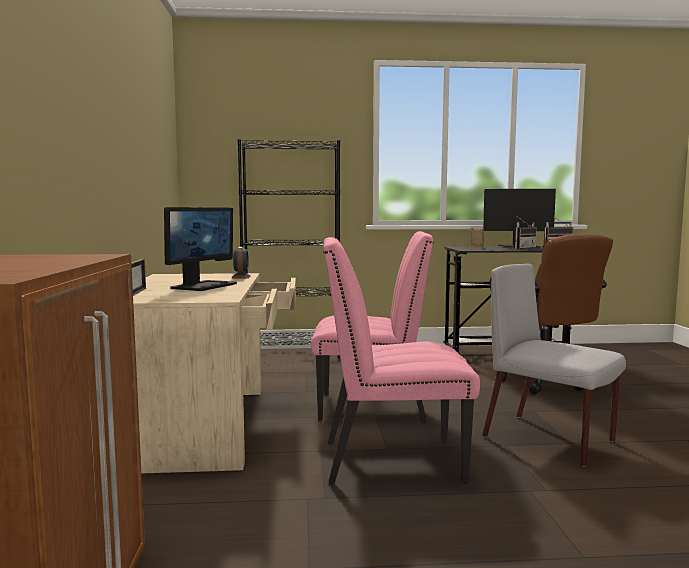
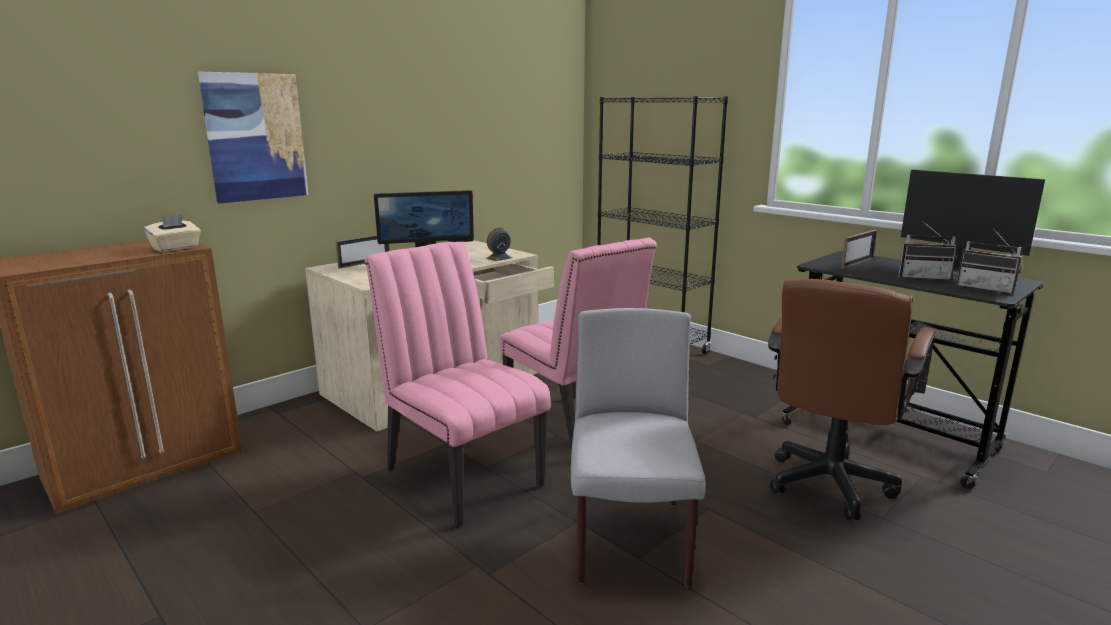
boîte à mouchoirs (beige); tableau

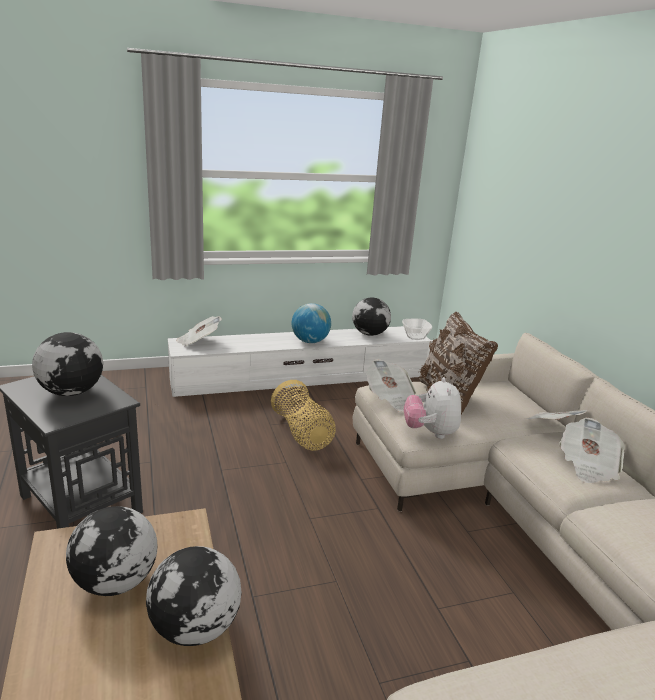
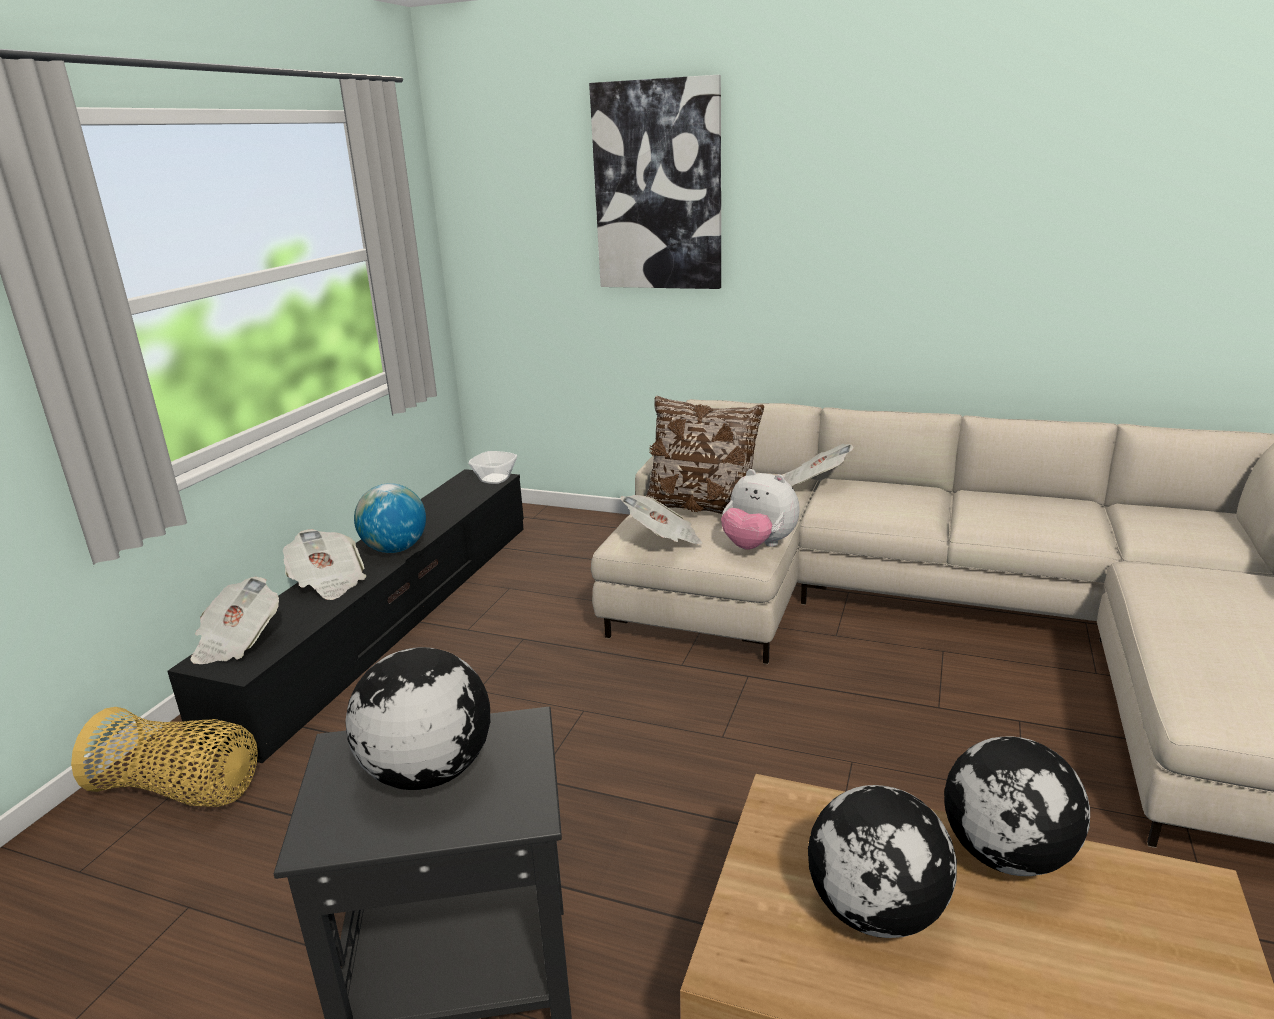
meuble télé (noir); panier; globe (no. 5 from left in the first image); journal (no. 2 from left); tableau

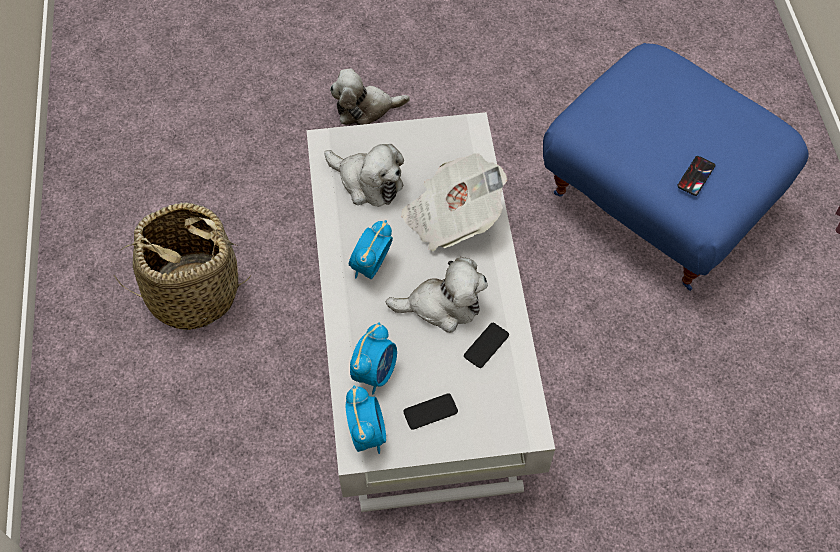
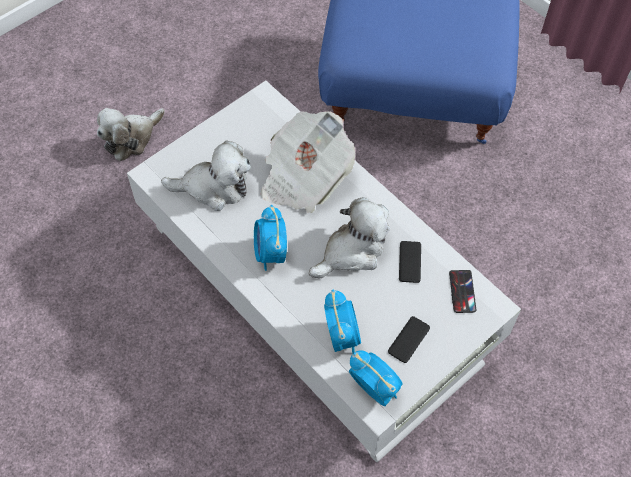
panier; téléphone (no. 3 from left)

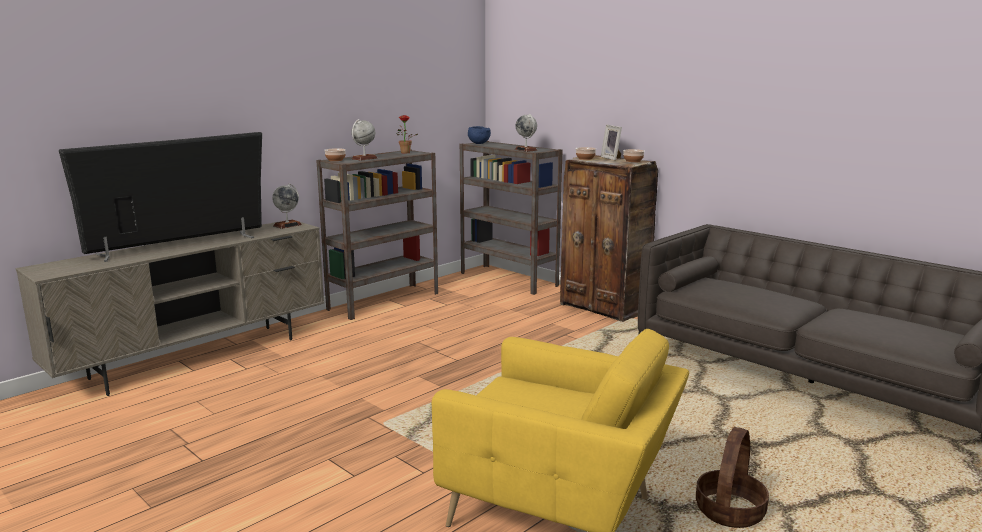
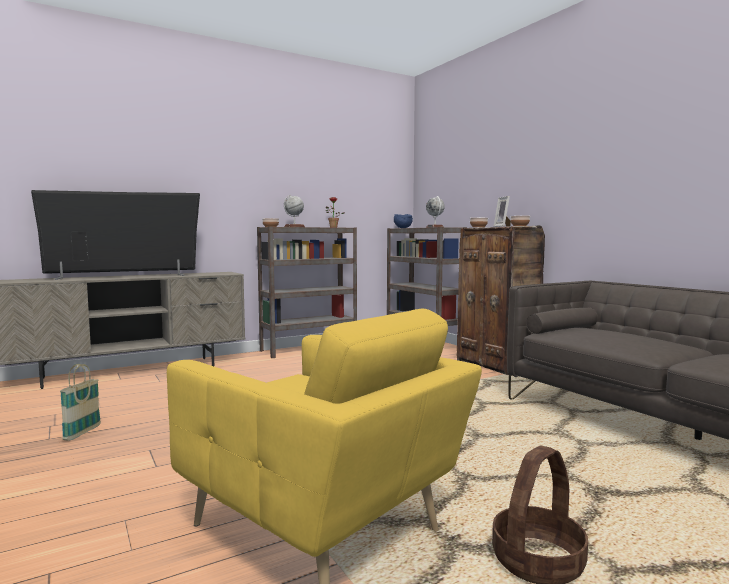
globe (no. 1 from left in the first image); panier (no. 1 from left)

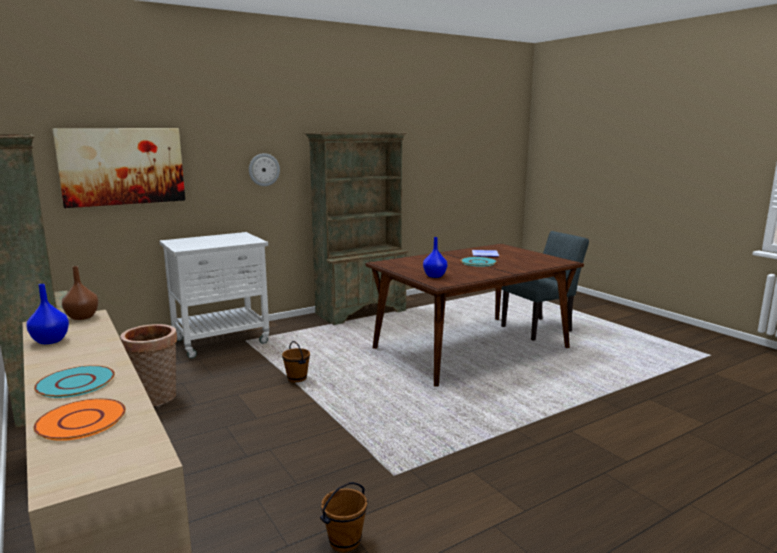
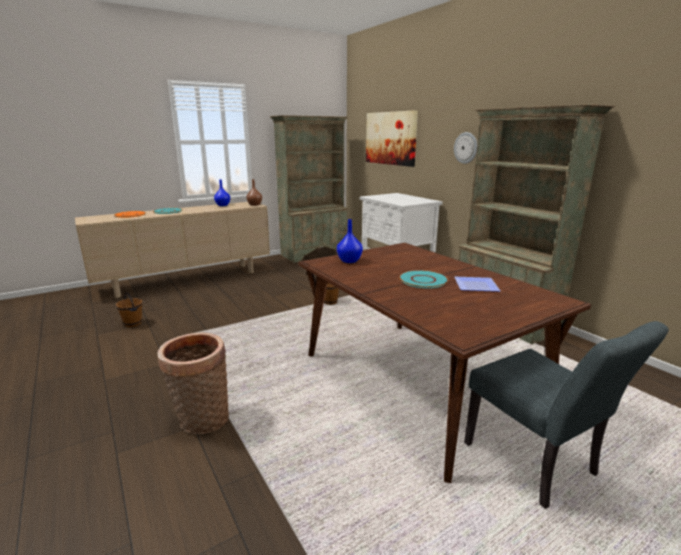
panier

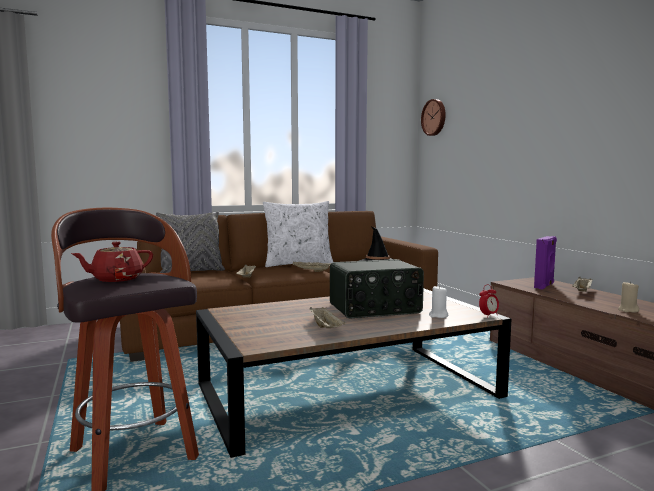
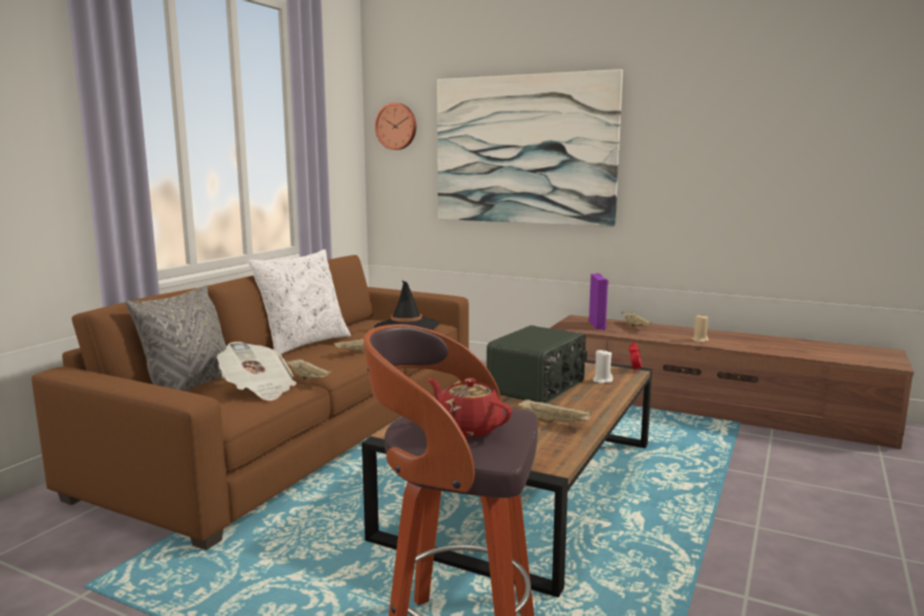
théière (rouge); journal; tableau

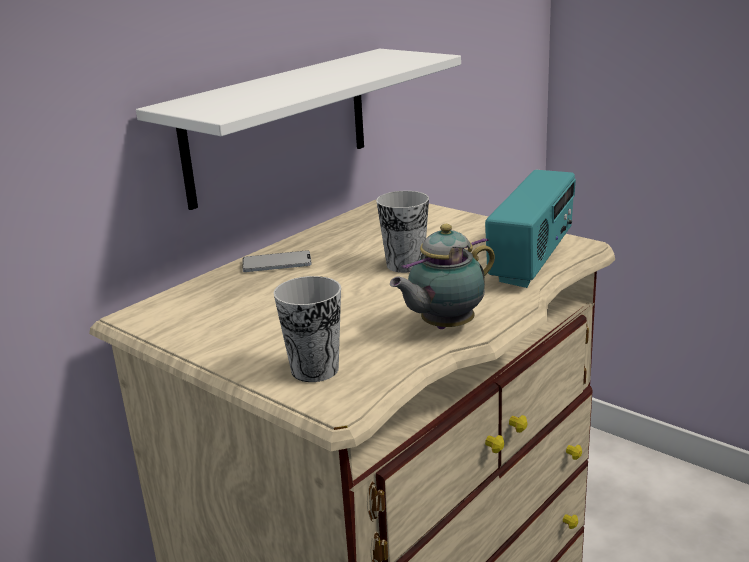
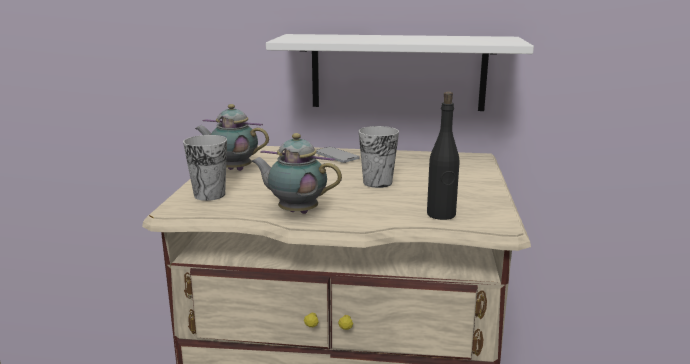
bouteille (noir); théière (no. 1 from left)

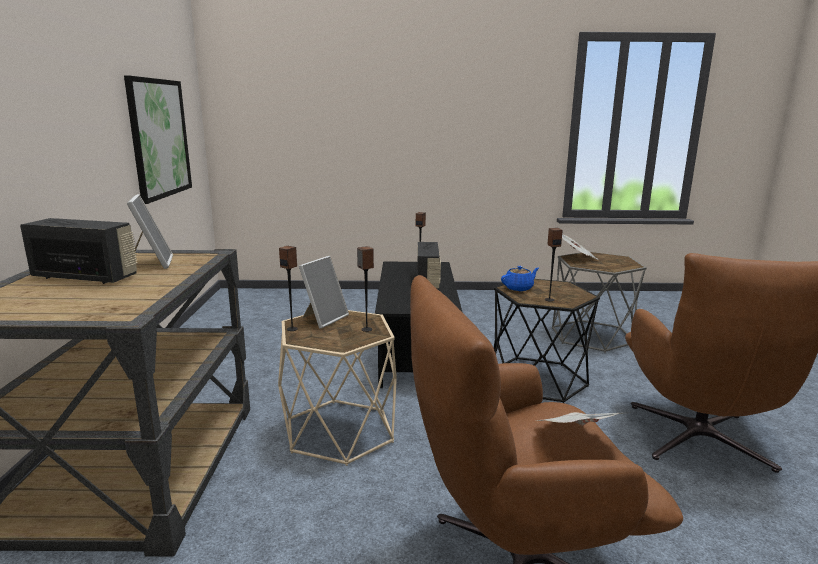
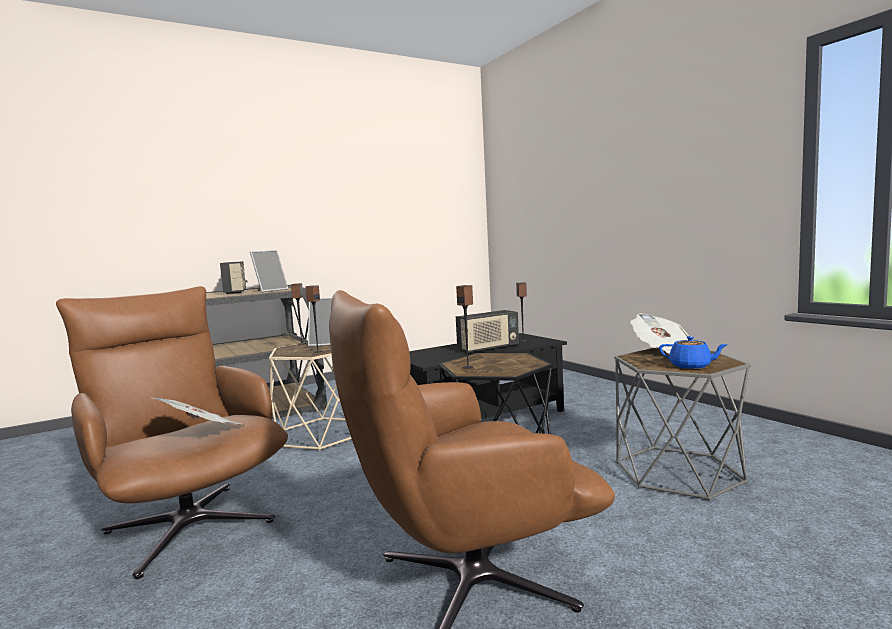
tableau; théière (bleu)

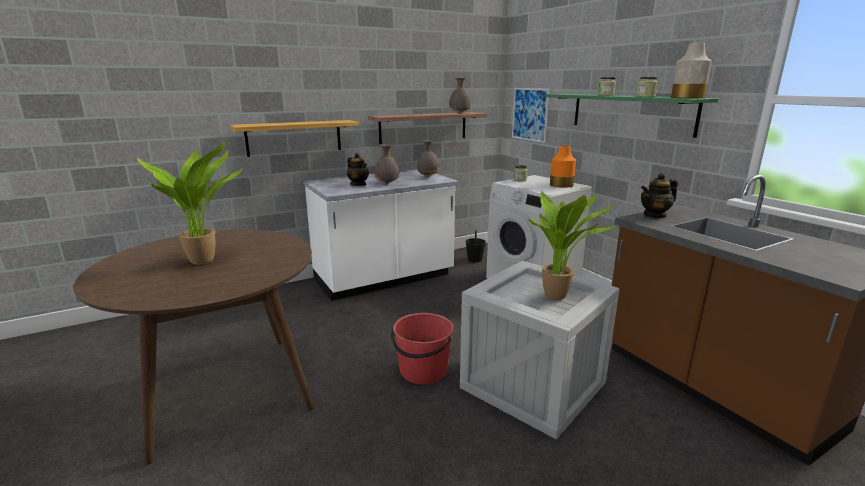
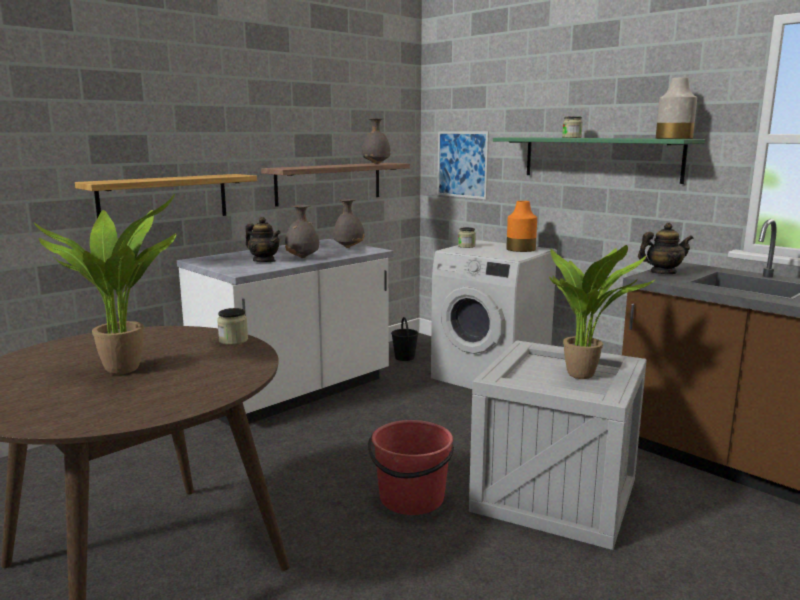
bocal (no. 1 from left); théière (no. 2 from left)

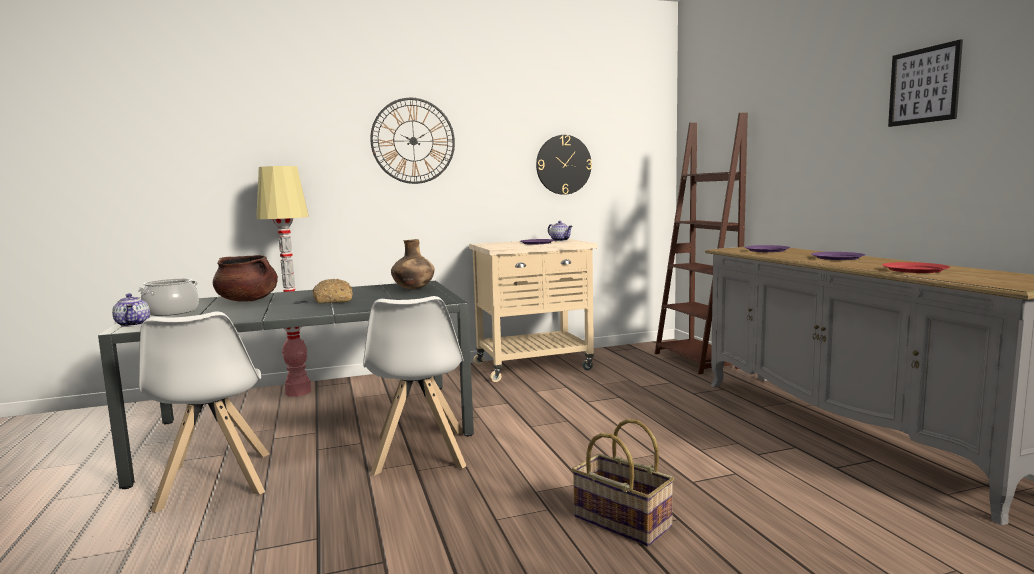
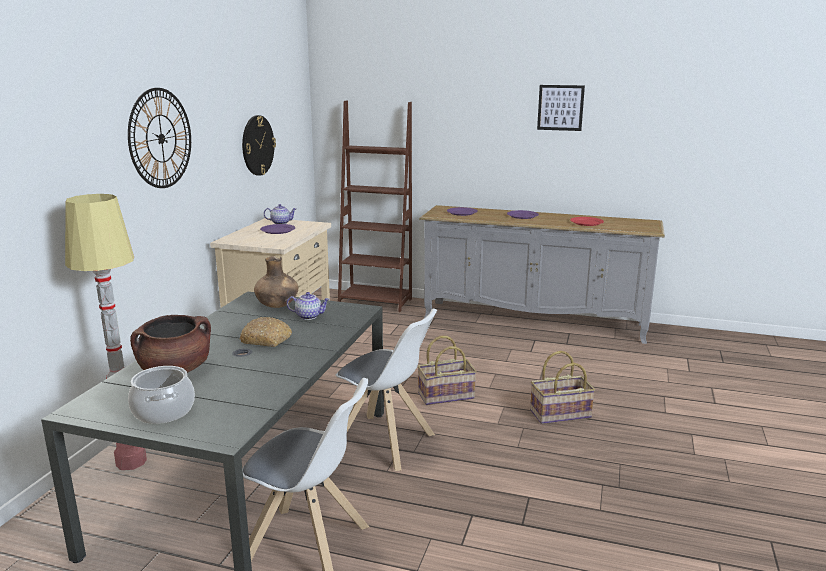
théière (no. 2 from left); panier (no. 1 from left)

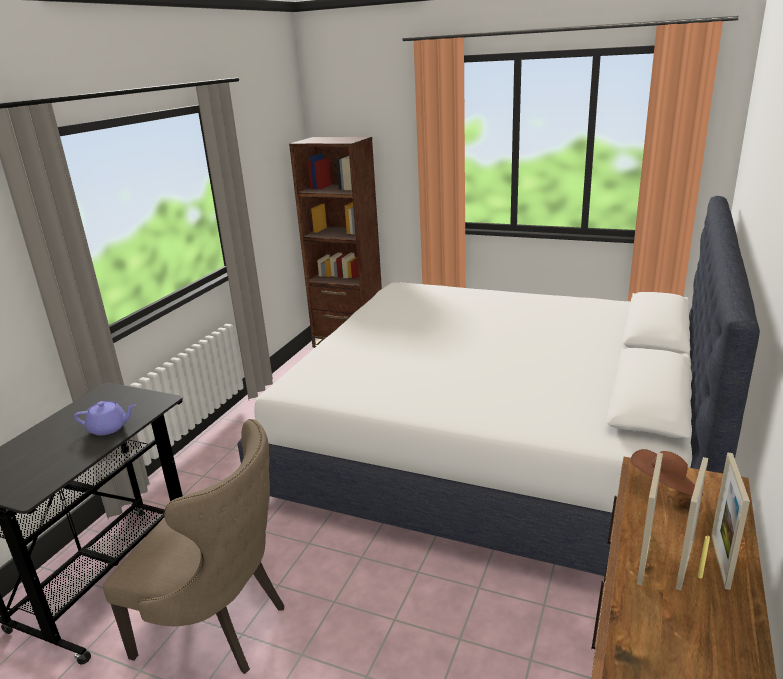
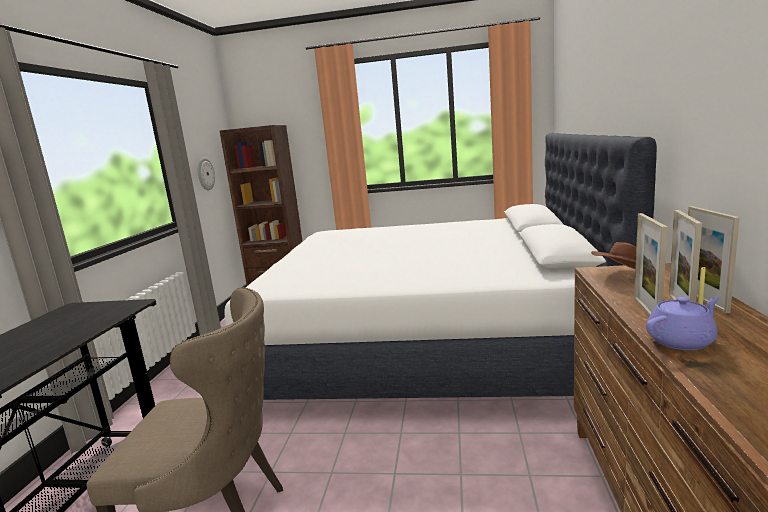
théière (violet); horloge murale

